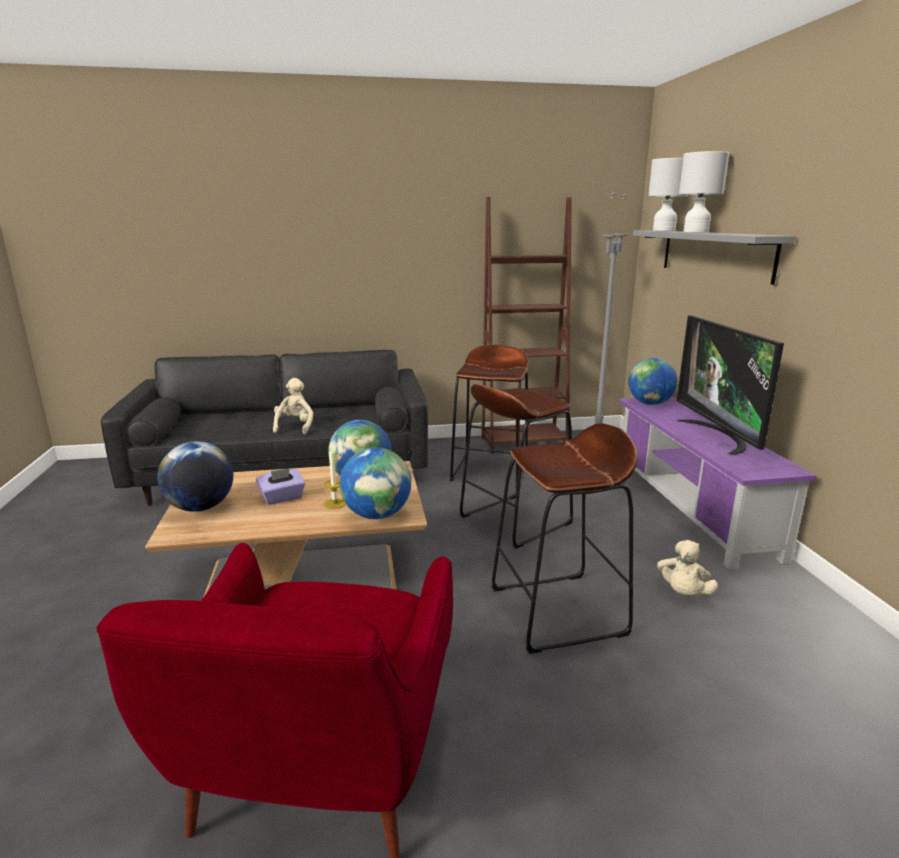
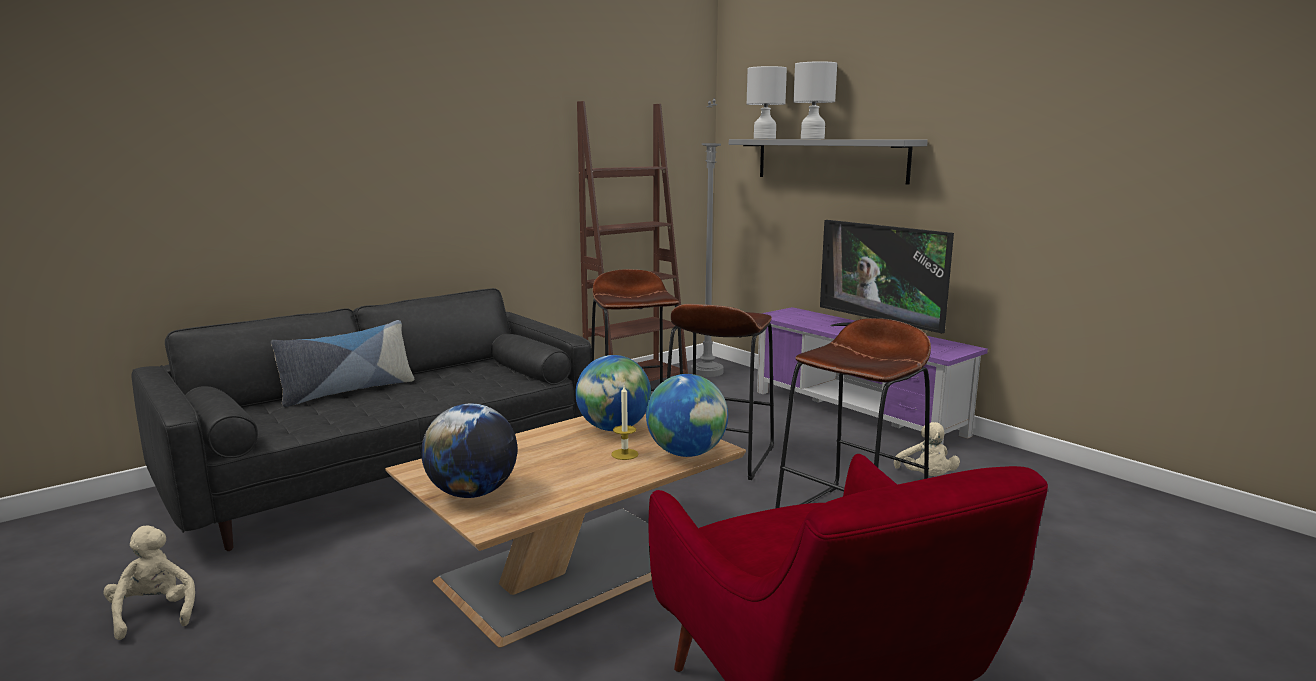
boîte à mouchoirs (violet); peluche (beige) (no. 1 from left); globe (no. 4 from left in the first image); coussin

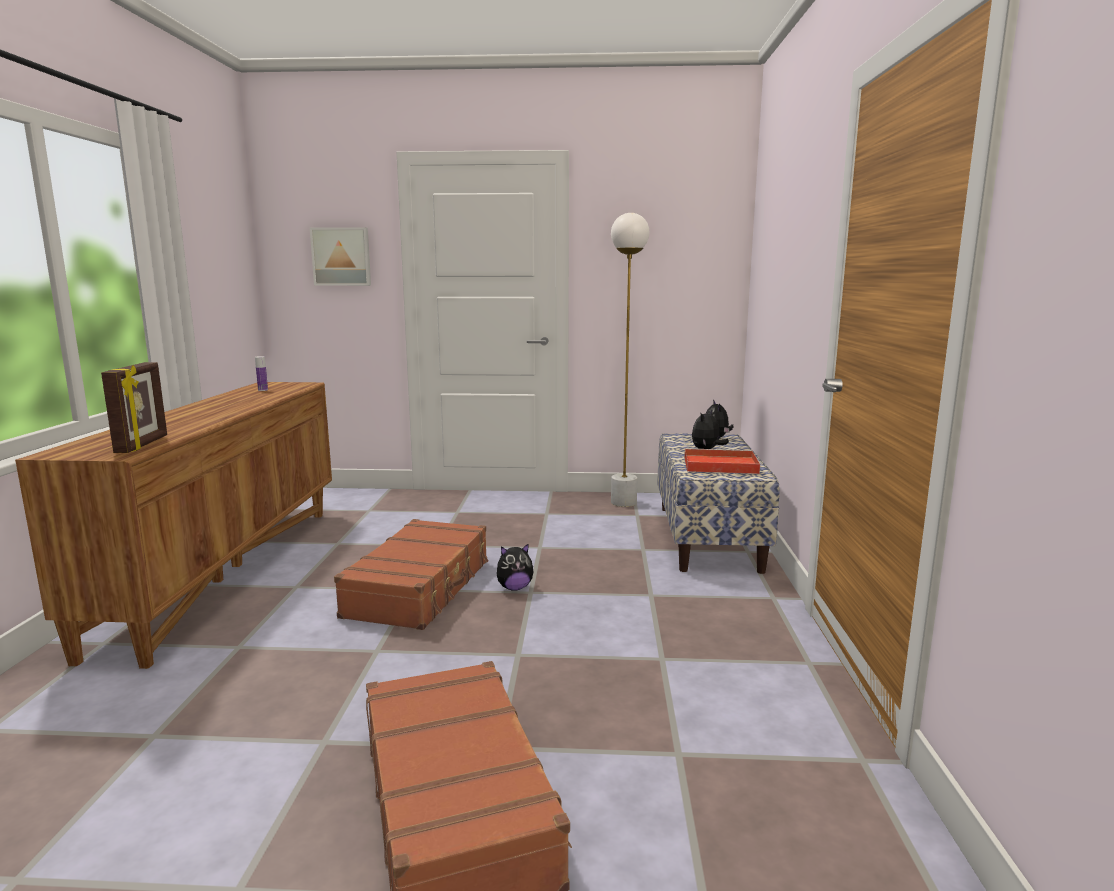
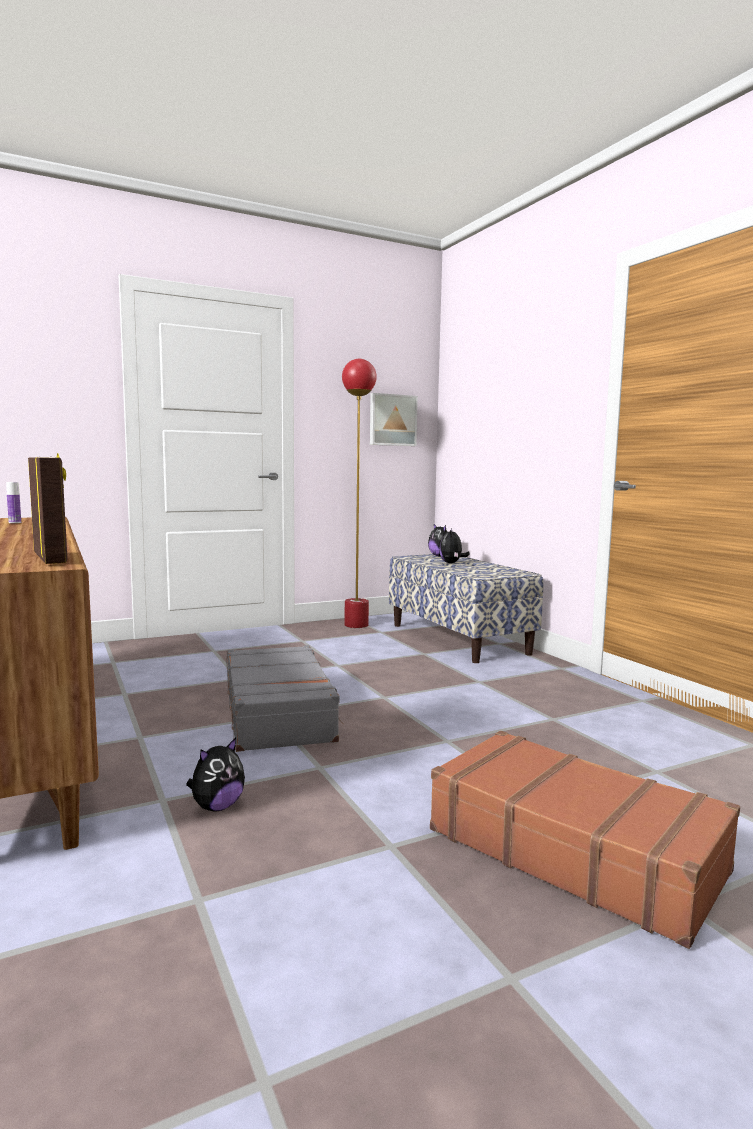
tableau; valise (gris); peluche (no. 1 from left); lampadaire (rouge); plateau (rouge)

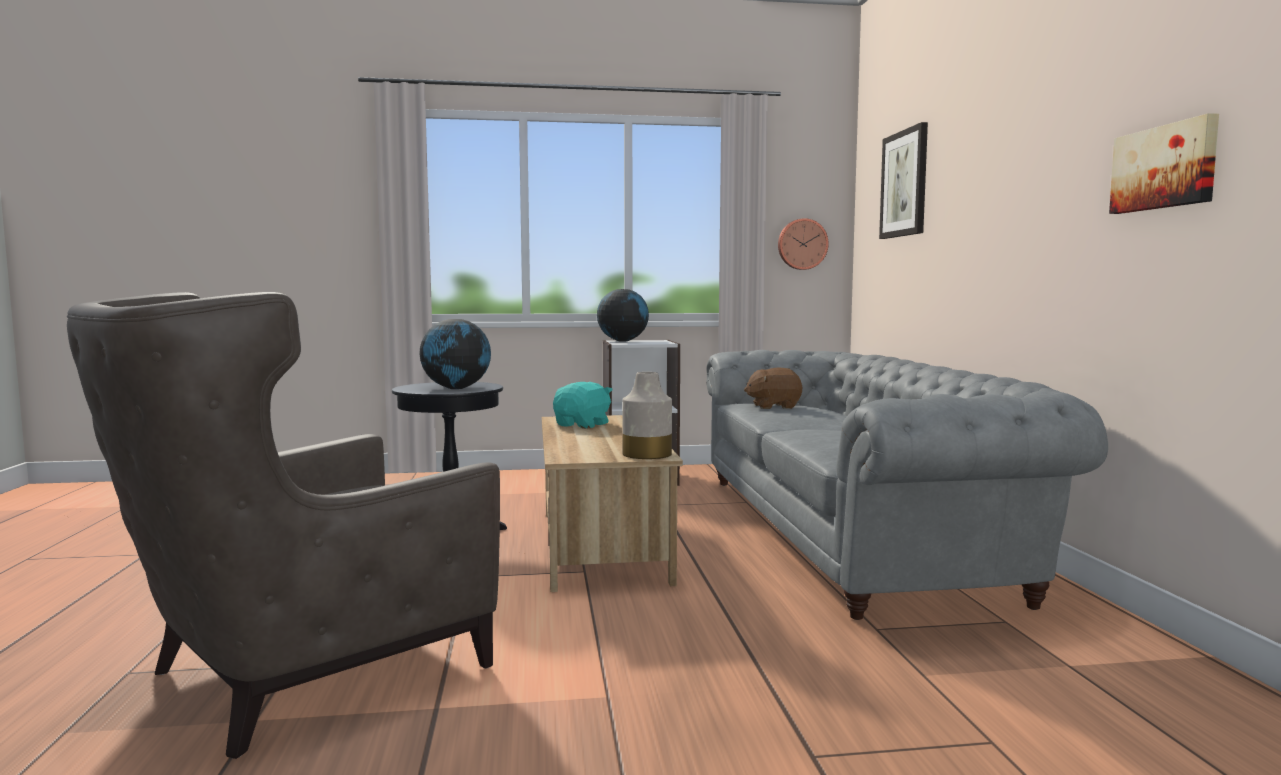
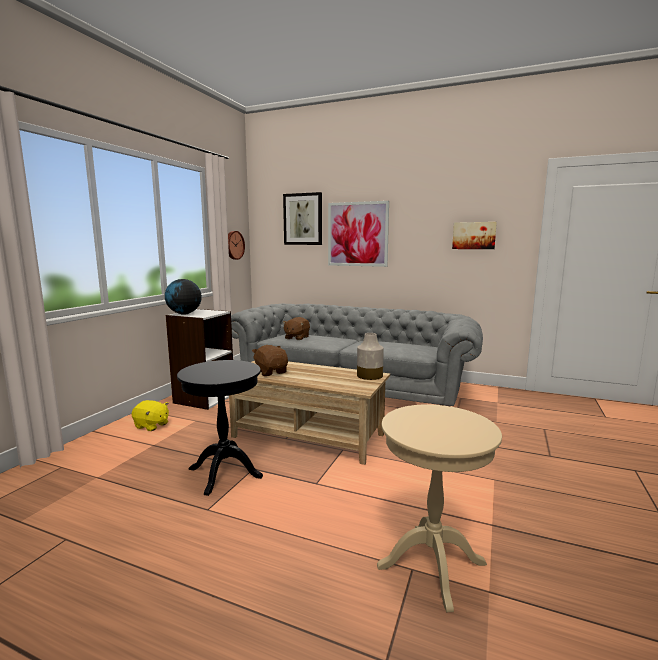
table d'appoint (beige); globe (no. 1 from left in the first image); peluche (marron) (no. 1 from left); peluche (jaune); tableau (no. 2 from left)

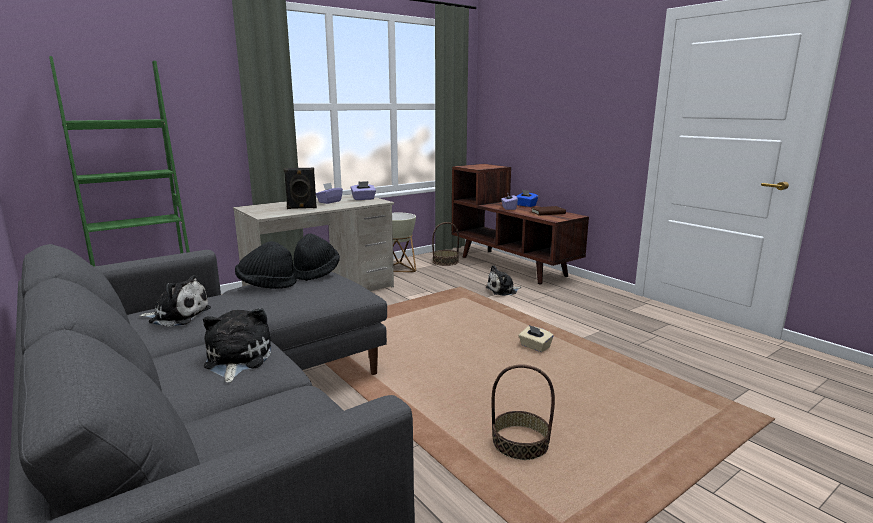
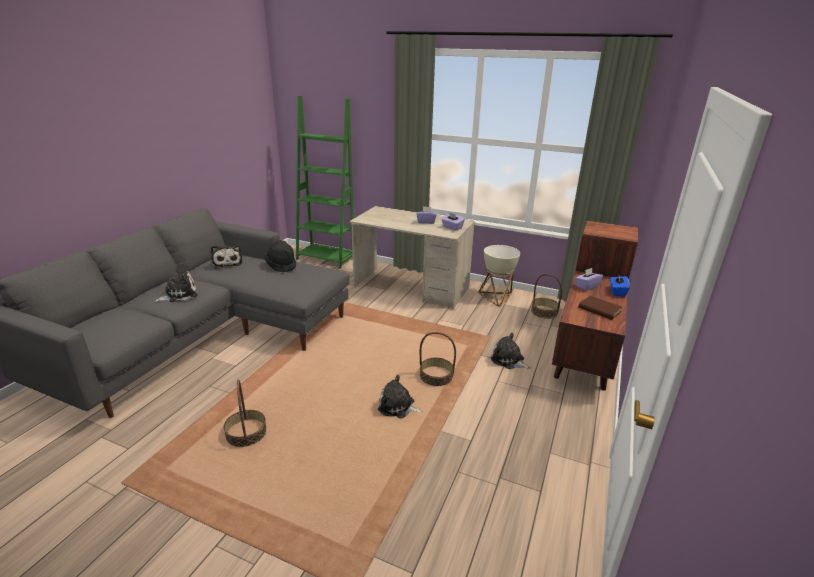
enceinte (noir); chapeau (noir) (no. 2 from left in the first image); peluche (no. 3 from left); panier (no. 2 from left)

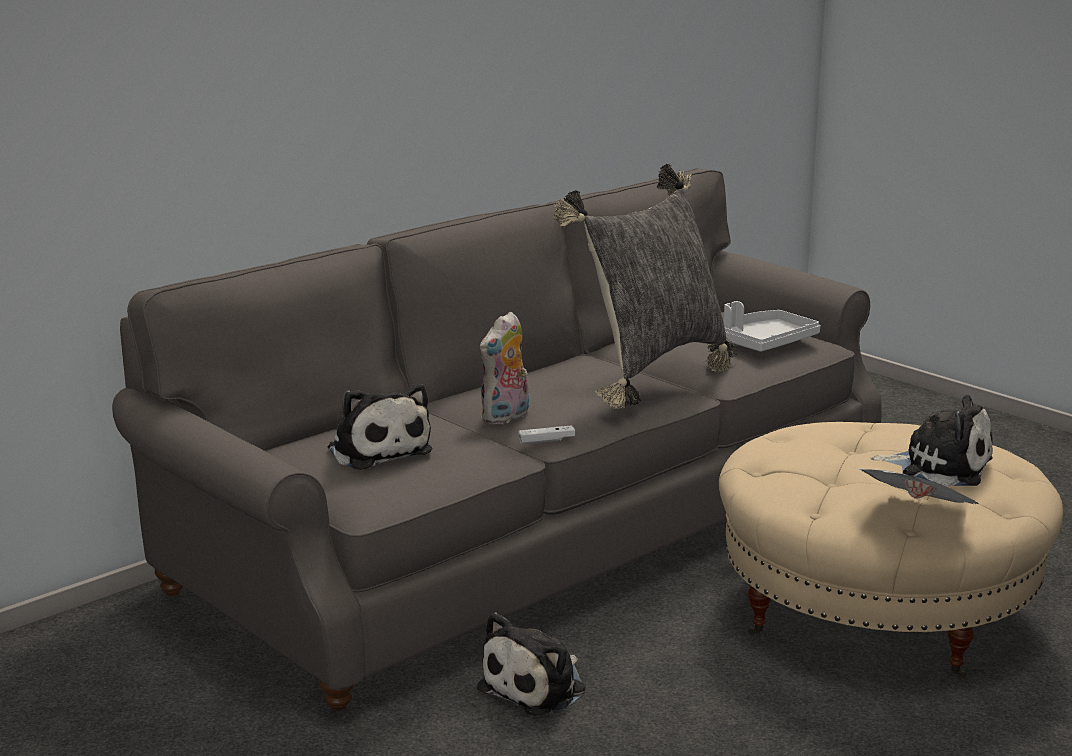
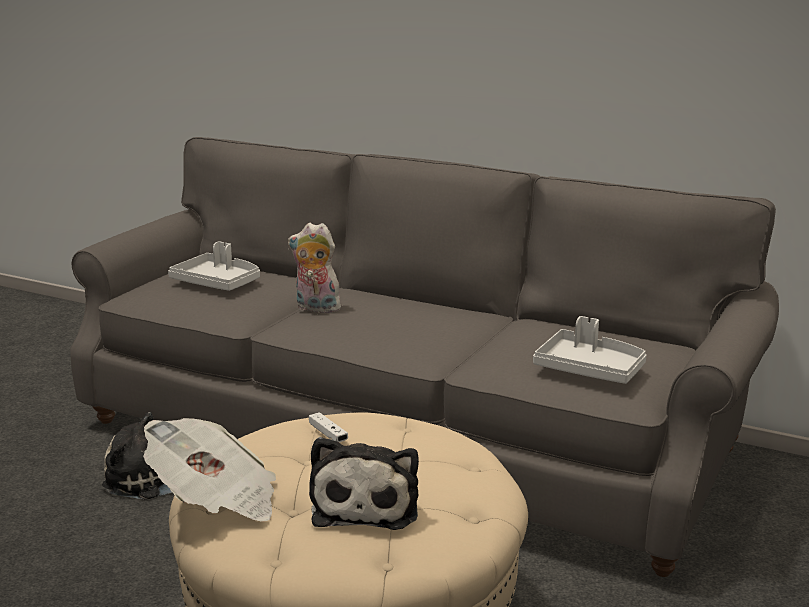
plateau (gris) (no. 1 from left); manette (blanc); coussin

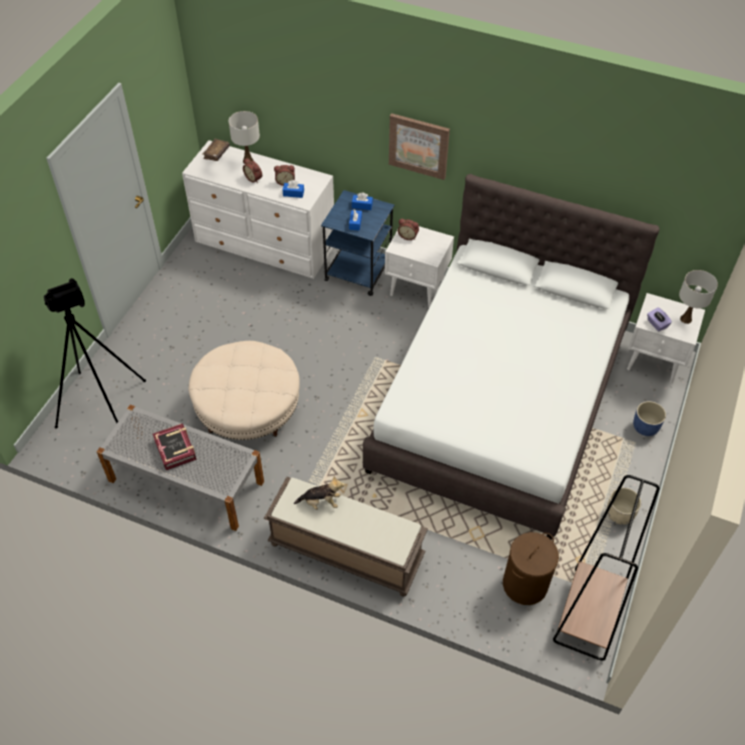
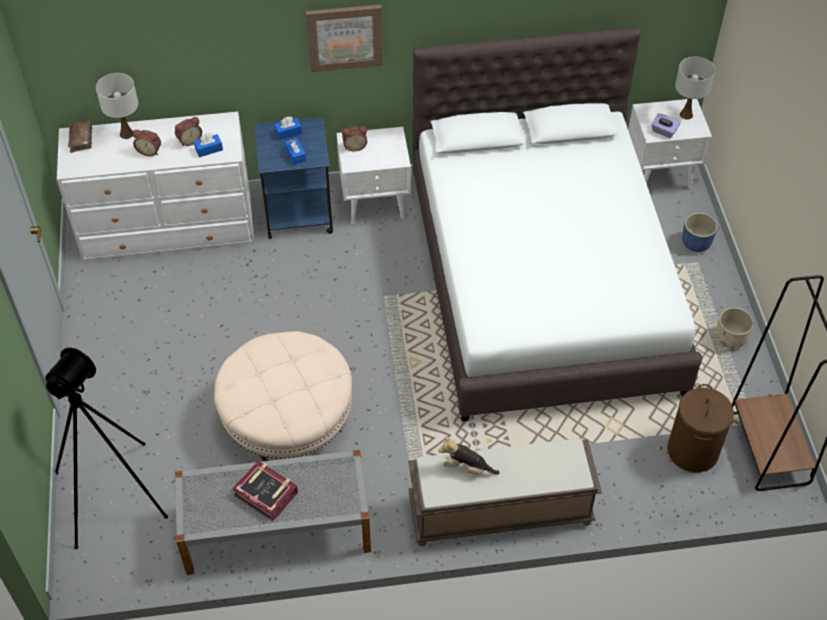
peluche

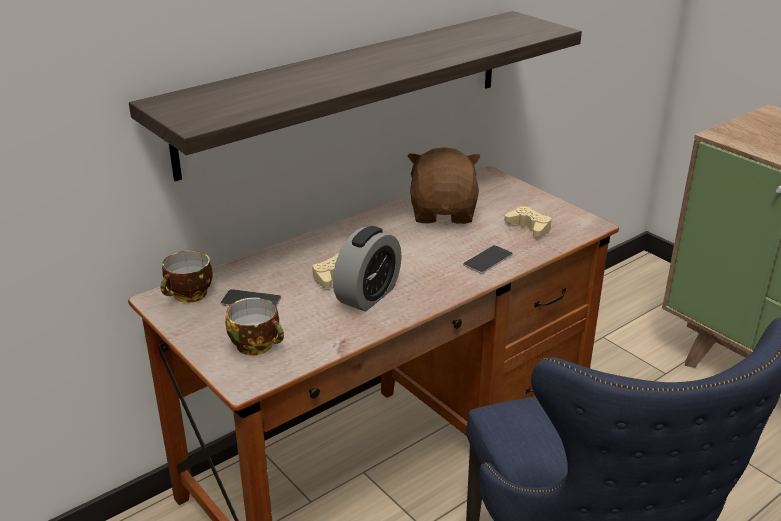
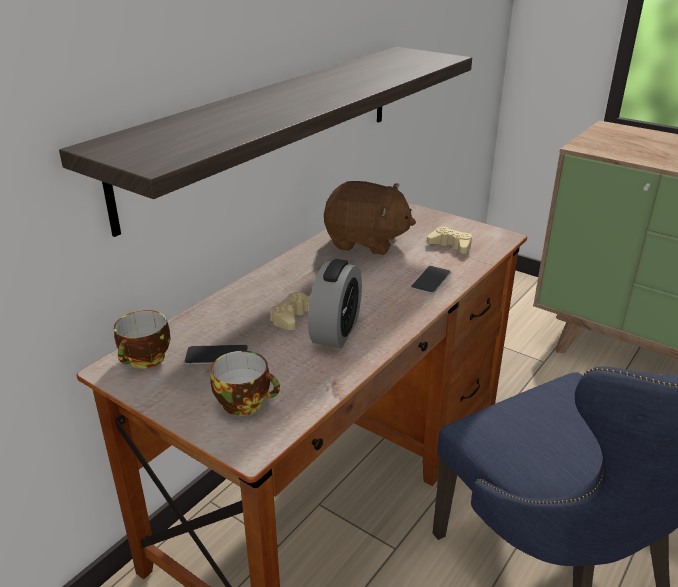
peluche (marron)

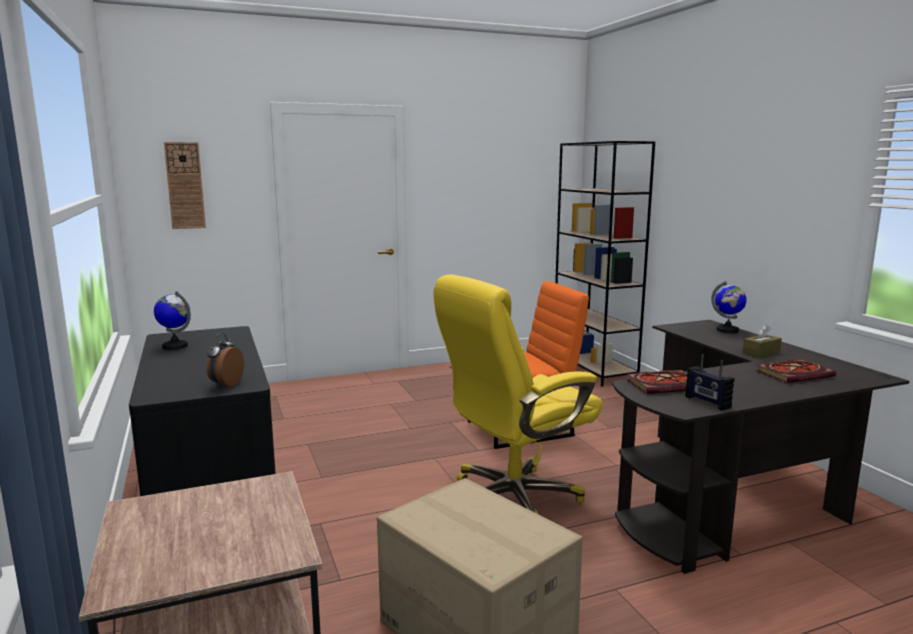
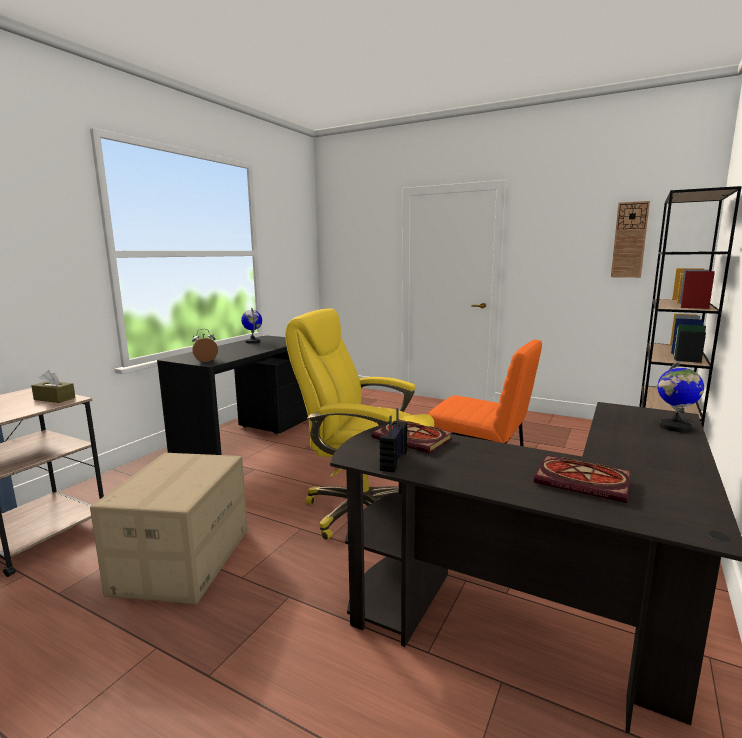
horloge murale; boîte à mouchoirs (marron)

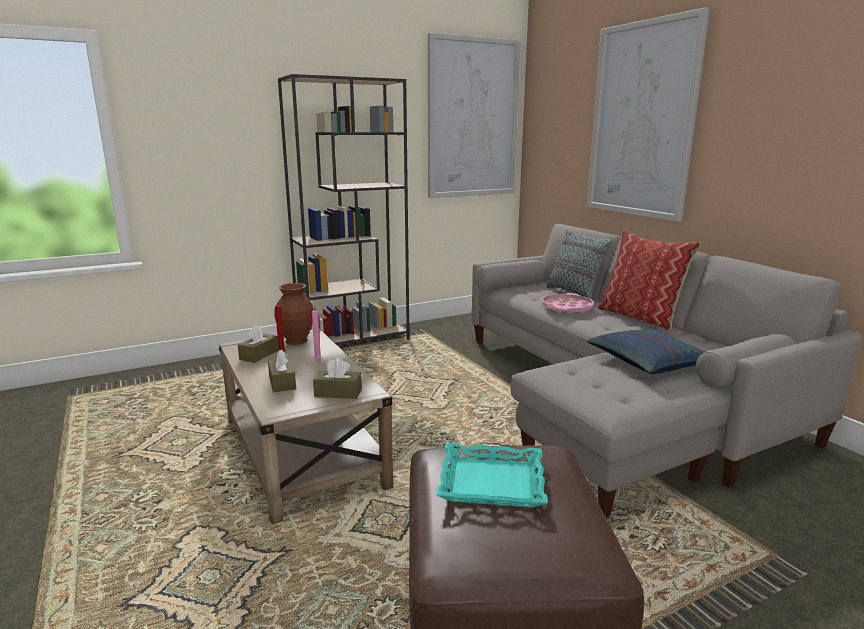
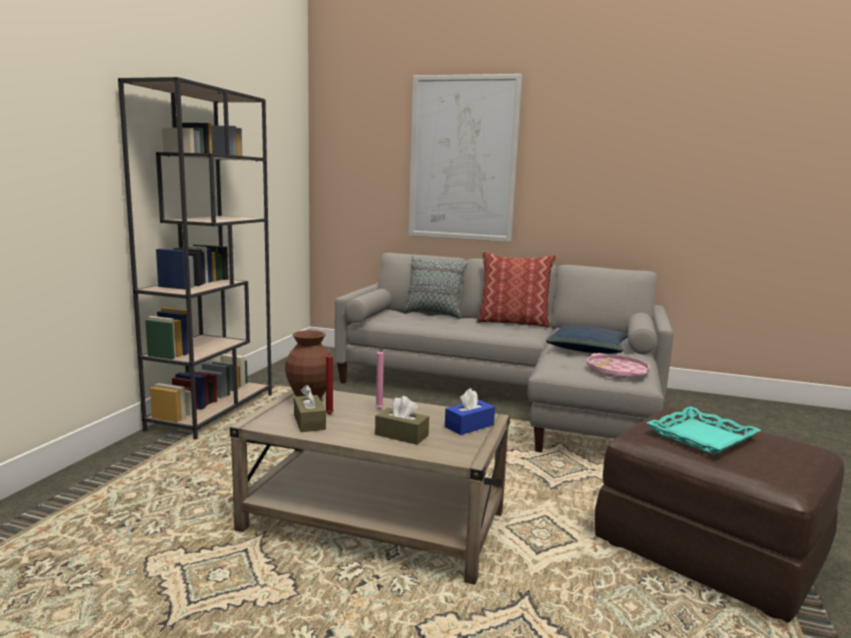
boîte à mouchoirs (bleu); tableau (no. 1 from left in the first image); plateau (rose)

